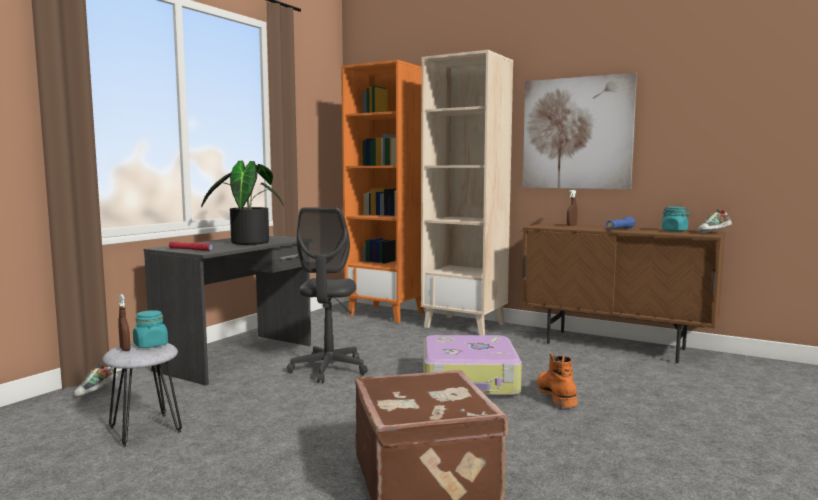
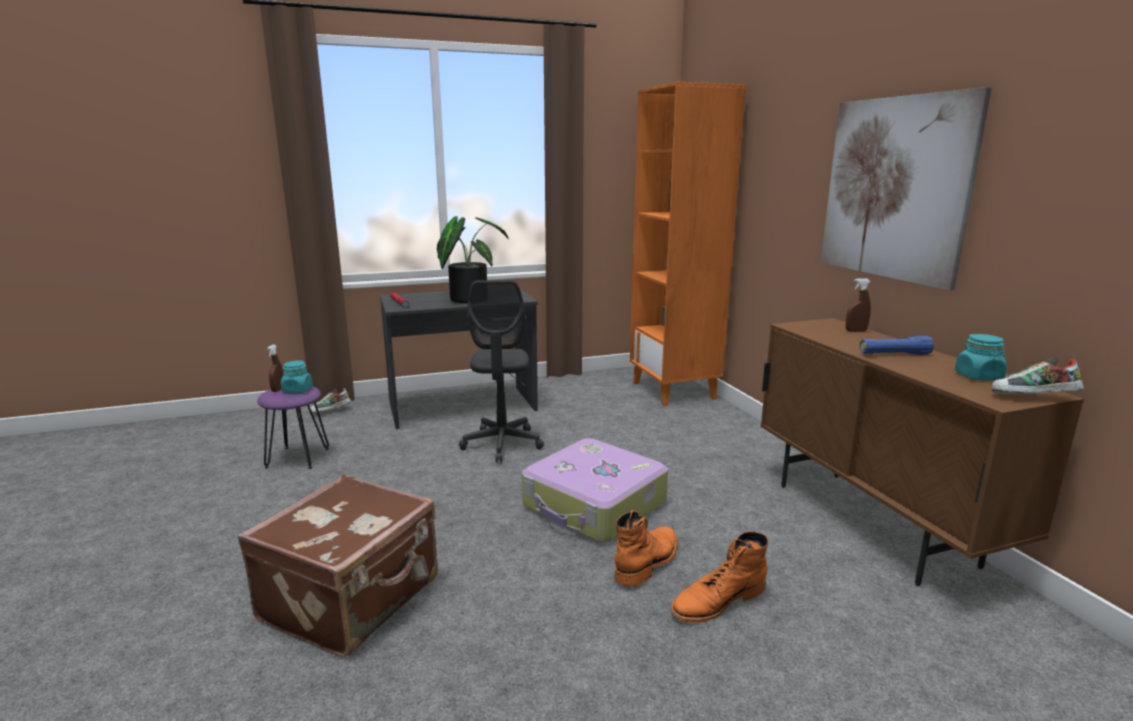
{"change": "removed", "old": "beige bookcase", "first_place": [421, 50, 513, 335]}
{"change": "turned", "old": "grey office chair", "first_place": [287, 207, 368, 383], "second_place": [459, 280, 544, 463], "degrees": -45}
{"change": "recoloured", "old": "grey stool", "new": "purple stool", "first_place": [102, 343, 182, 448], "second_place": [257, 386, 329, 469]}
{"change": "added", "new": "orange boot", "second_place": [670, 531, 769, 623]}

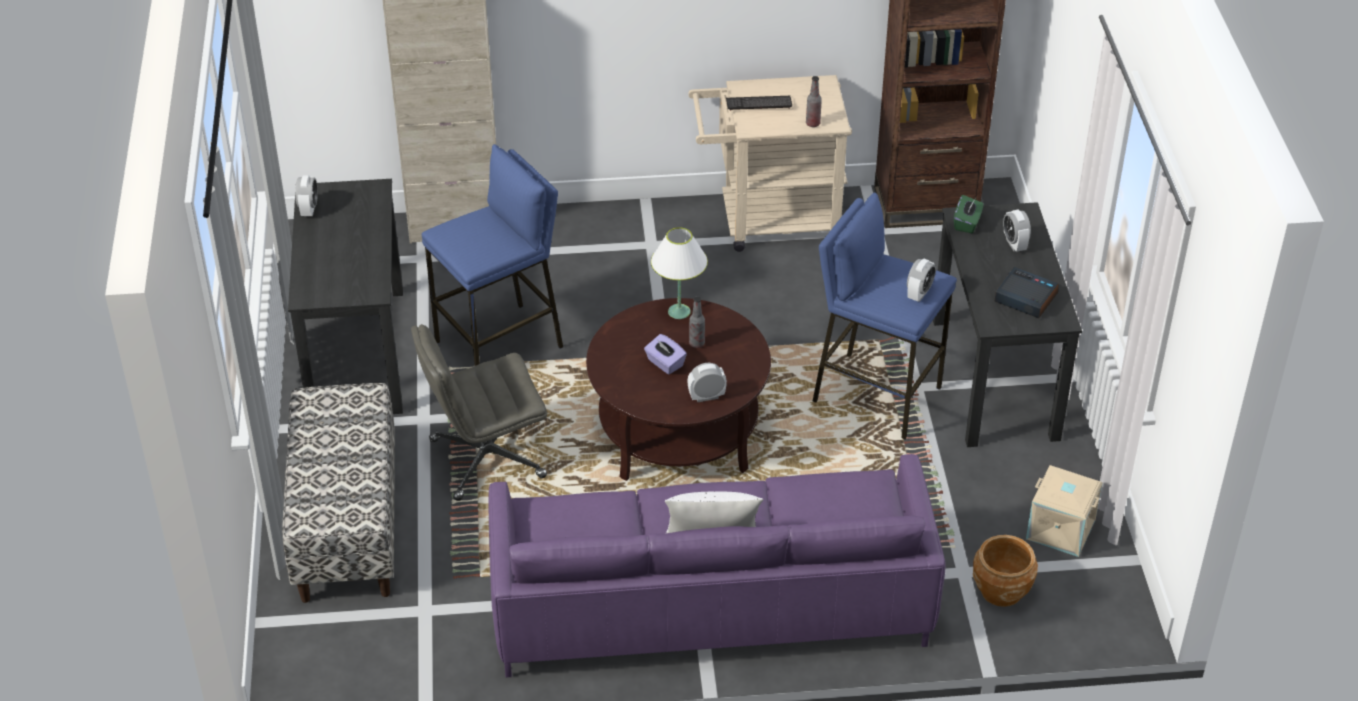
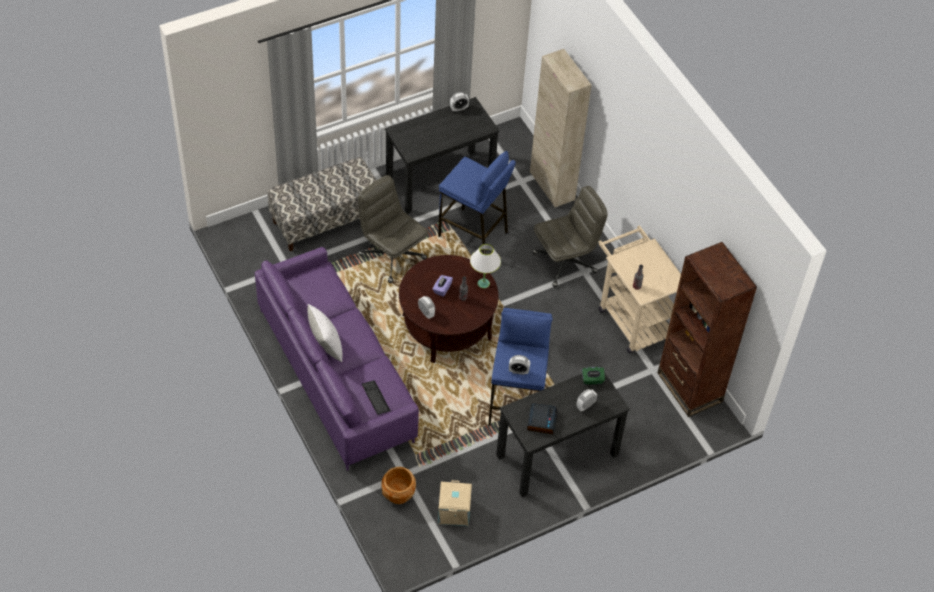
{"change": "moved", "old": "keyboard", "first_place": [726, 96, 792, 111], "second_place": [362, 380, 391, 415]}
{"change": "added", "new": "grey office chair", "second_place": [532, 186, 608, 287]}

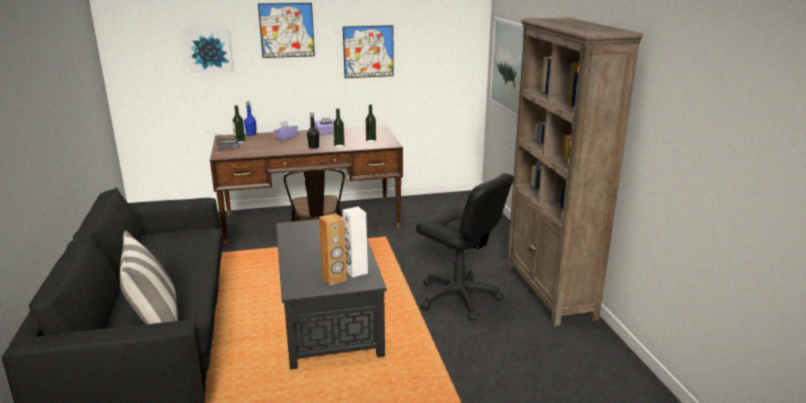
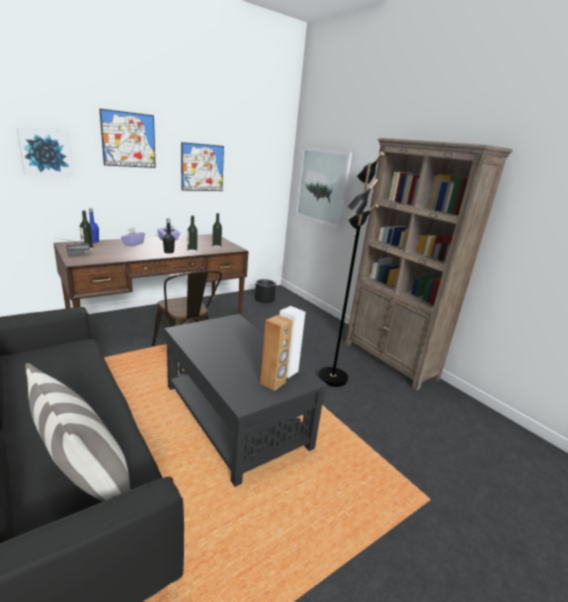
{"change": "replaced", "old": "black office chair", "new": "black floor lamp", "first_place": [416, 173, 514, 321], "second_place": [318, 152, 385, 387]}
{"change": "added", "new": "black planter", "second_place": [254, 279, 276, 303]}

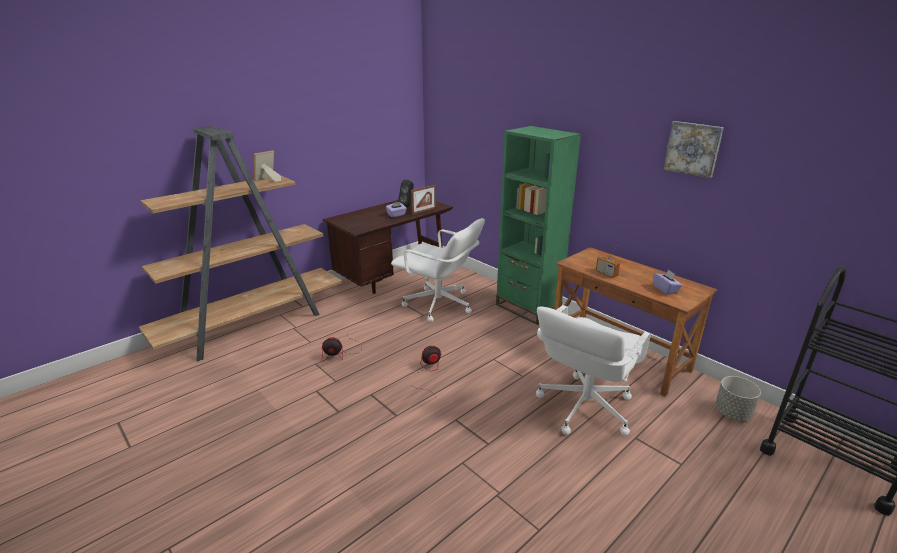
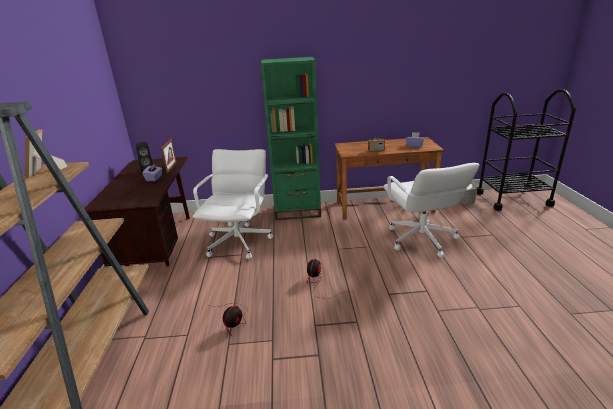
{"change": "removed", "old": "picture", "first_place": [663, 121, 724, 178]}
{"change": "turned", "old": "white office chair", "first_place": [391, 218, 485, 322], "second_place": [193, 149, 273, 259], "degrees": -60}

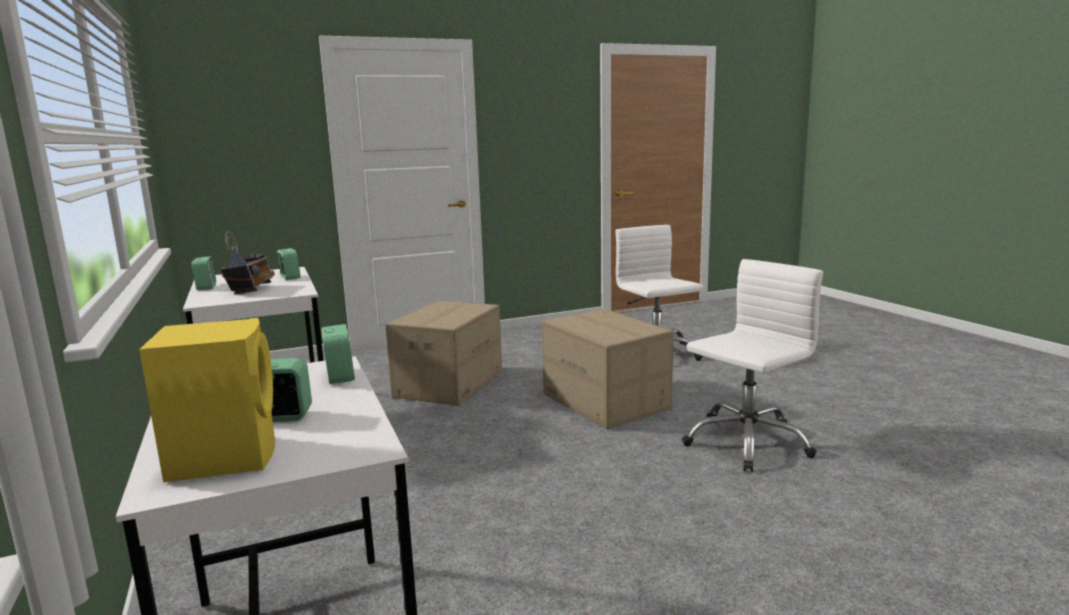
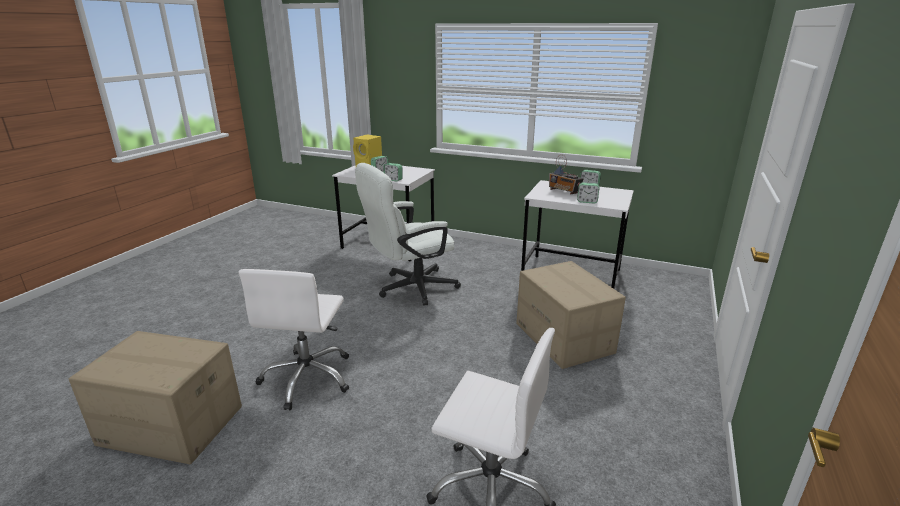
{"change": "moved", "old": "cardboard box", "first_place": [542, 308, 674, 429], "second_place": [69, 331, 242, 464]}
{"change": "added", "new": "white office chair", "second_place": [355, 163, 461, 306]}

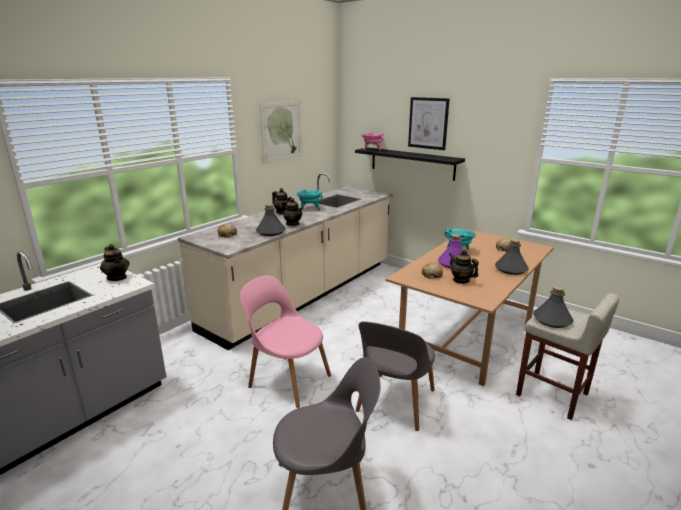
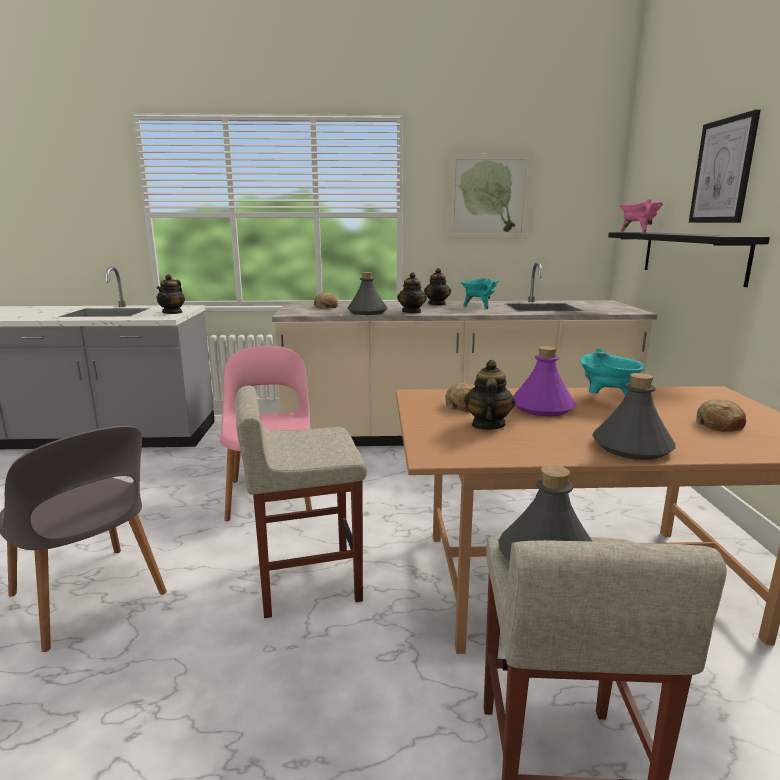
{"change": "replaced", "old": "grey chair", "new": "beige stool", "first_place": [355, 322, 435, 431], "second_place": [236, 386, 367, 618]}

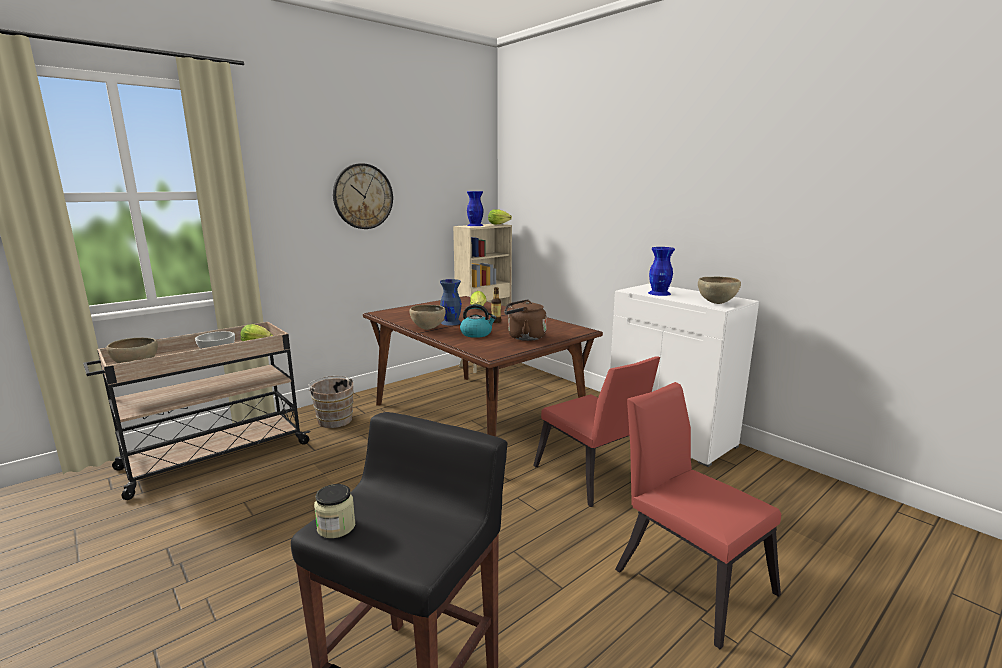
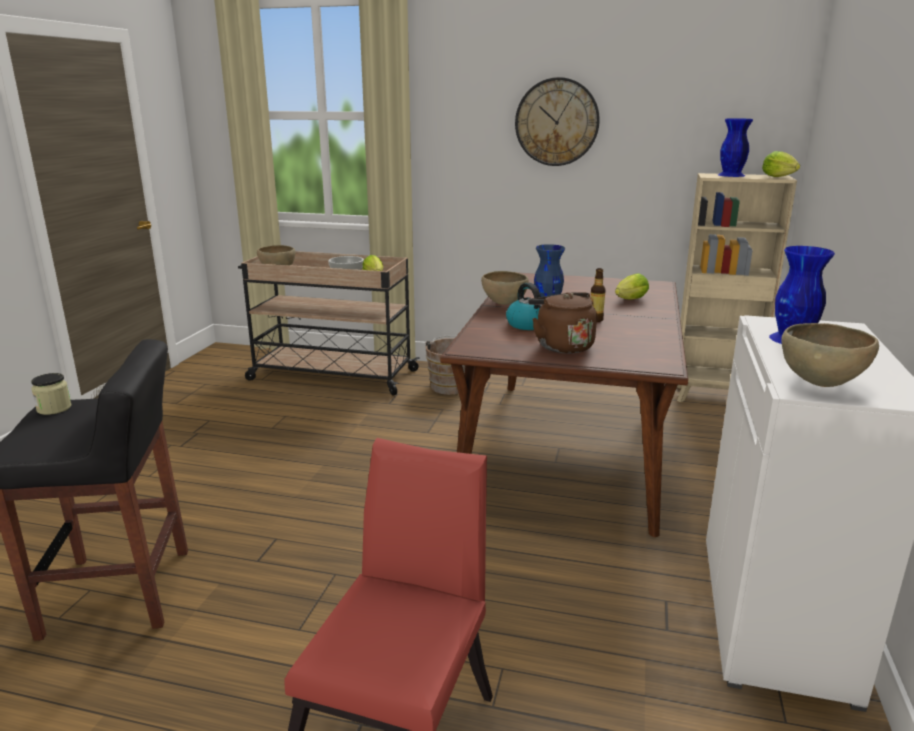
{"change": "removed", "old": "red chair", "first_place": [533, 356, 660, 507]}

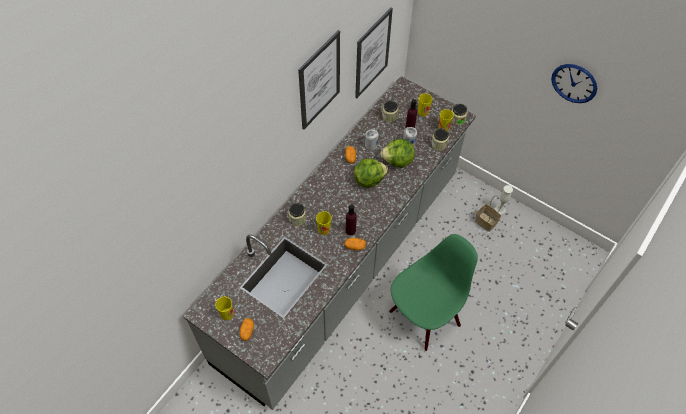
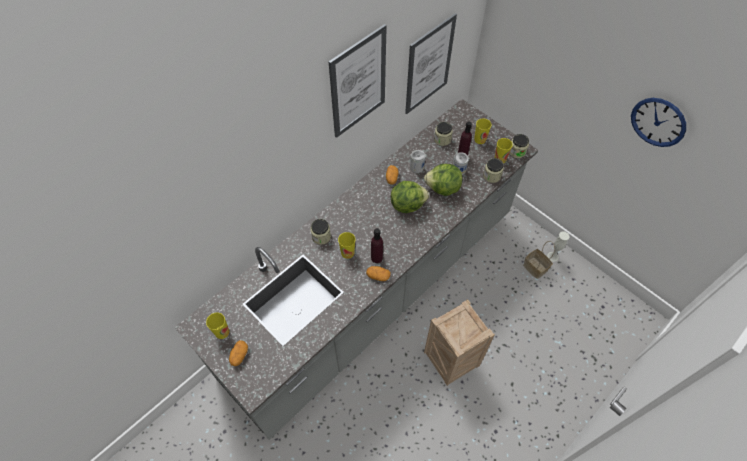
{"change": "replaced", "old": "green chair", "new": "crate", "first_place": [389, 234, 478, 351], "second_place": [424, 299, 495, 386]}

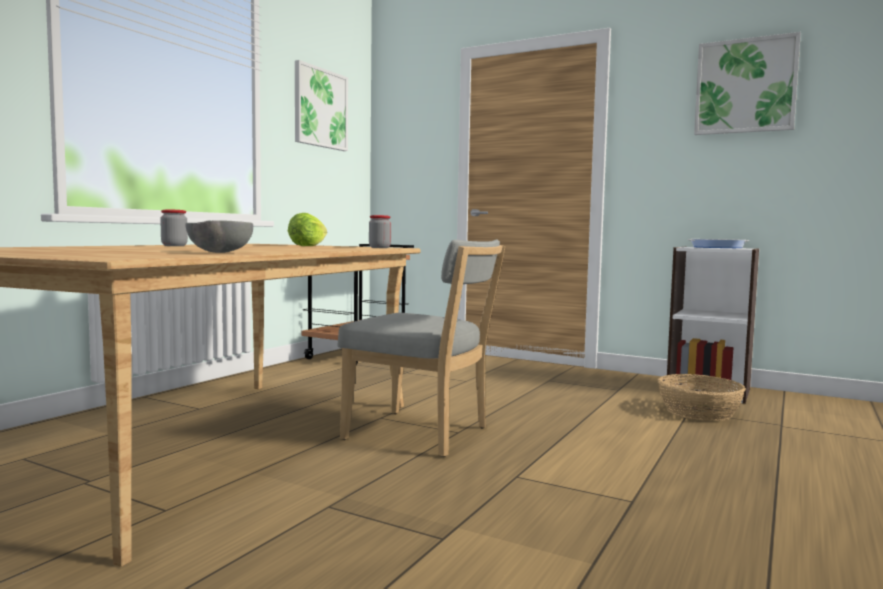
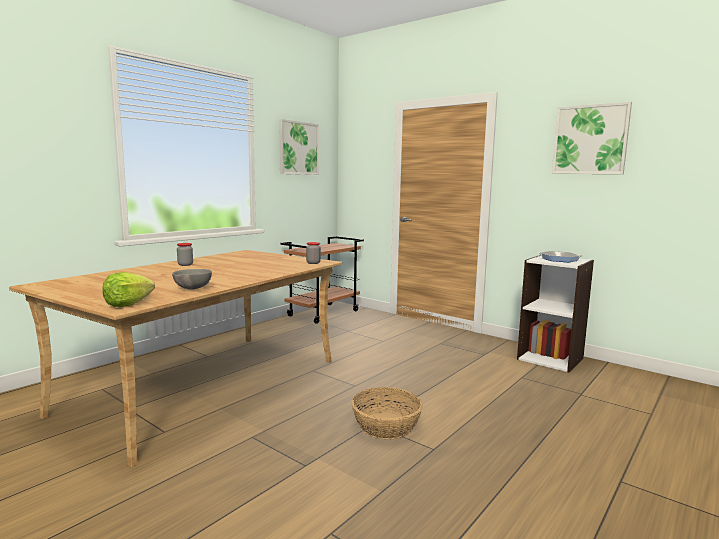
{"change": "moved", "old": "lettuce", "first_place": [288, 213, 327, 246], "second_place": [102, 272, 155, 307]}
{"change": "removed", "old": "grey chair", "first_place": [337, 239, 505, 457]}
{"change": "moved", "old": "basket", "first_place": [657, 374, 746, 421], "second_place": [351, 387, 423, 439]}

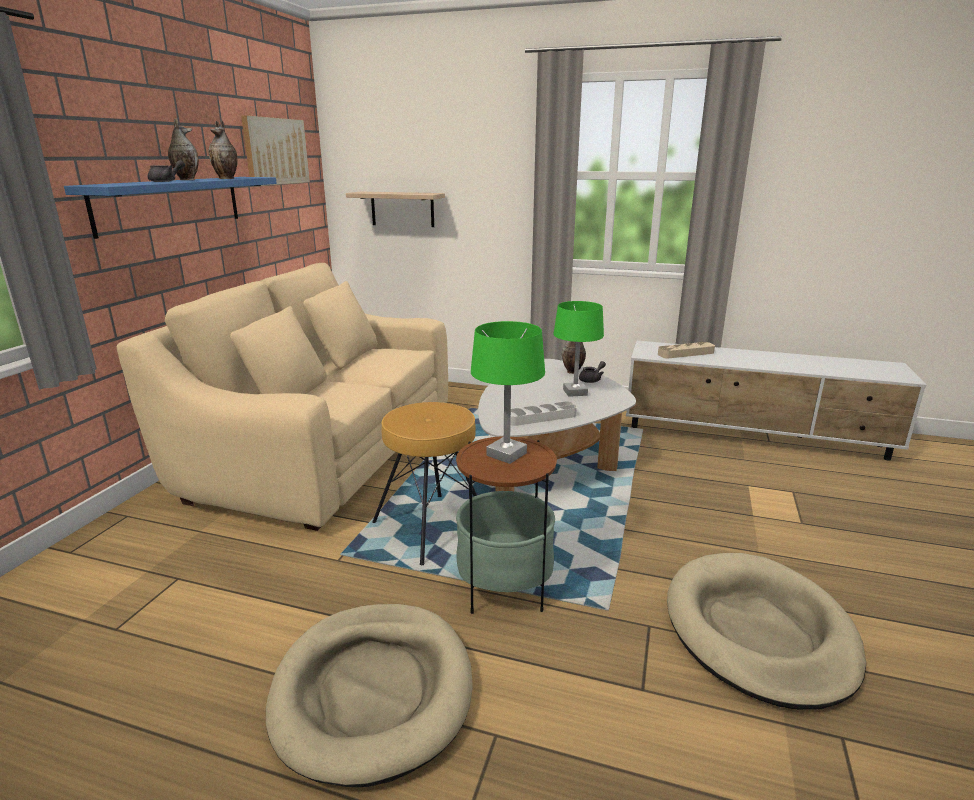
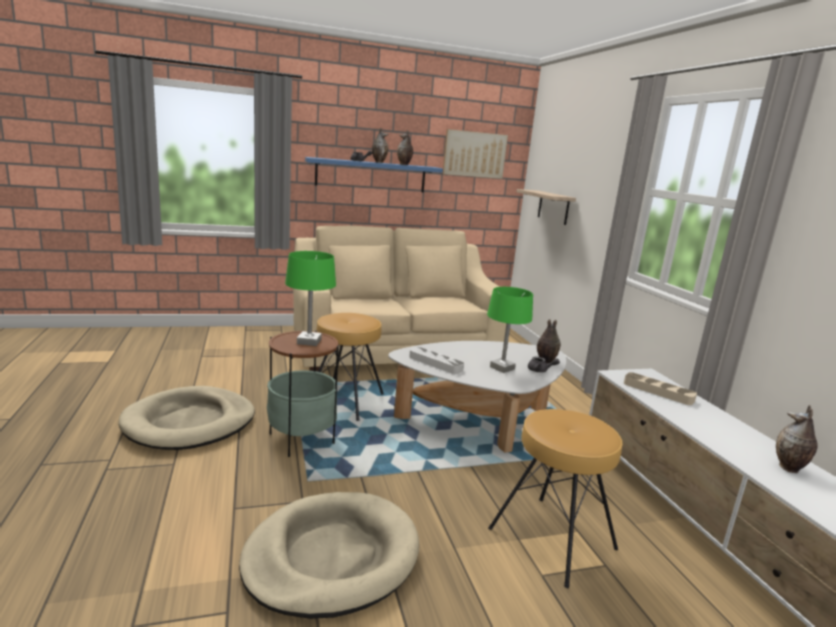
{"change": "added", "new": "vase", "second_place": [776, 405, 818, 473]}
{"change": "added", "new": "brown stool", "second_place": [488, 409, 623, 588]}

